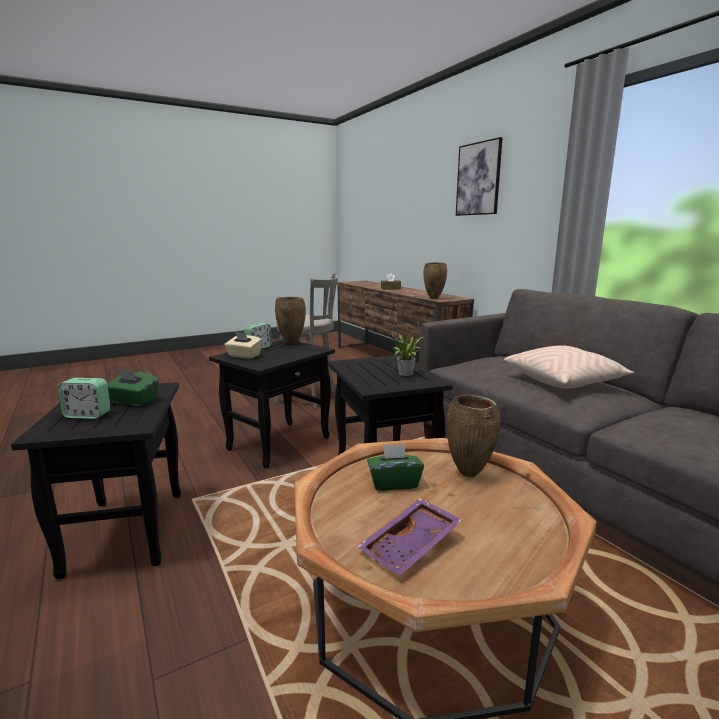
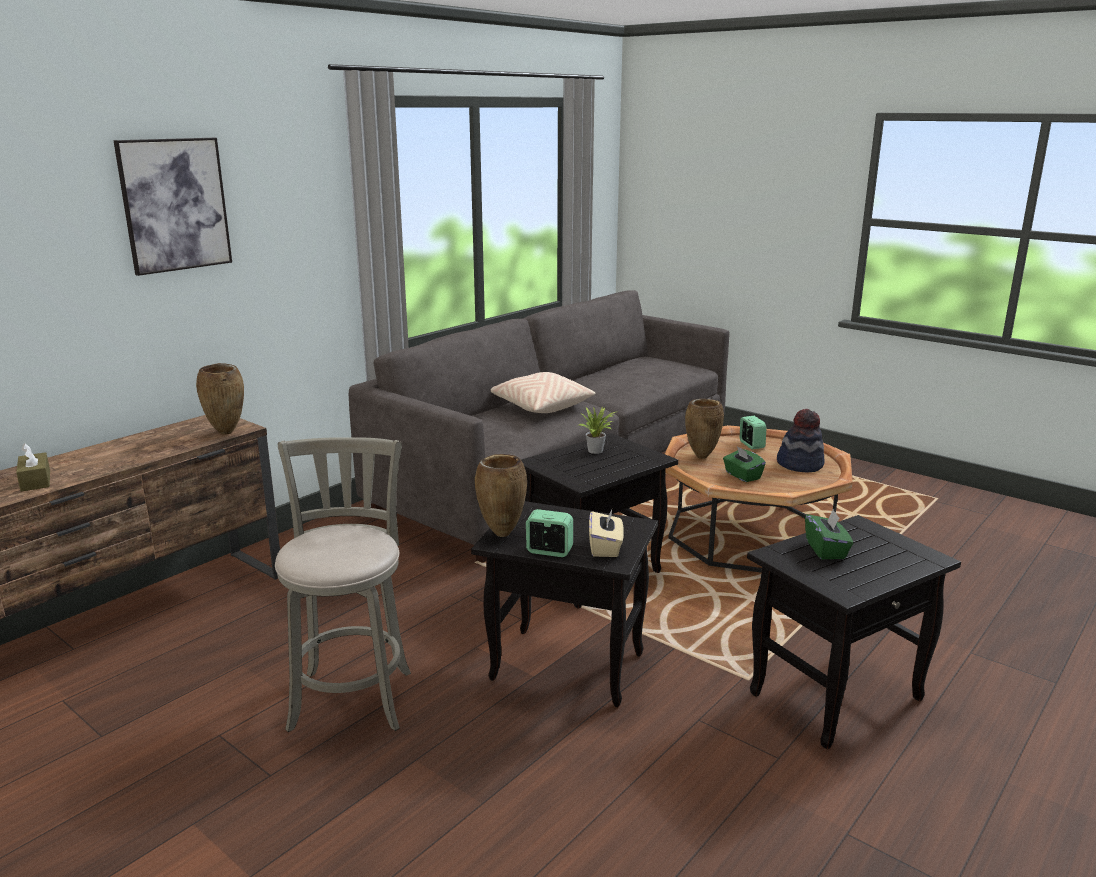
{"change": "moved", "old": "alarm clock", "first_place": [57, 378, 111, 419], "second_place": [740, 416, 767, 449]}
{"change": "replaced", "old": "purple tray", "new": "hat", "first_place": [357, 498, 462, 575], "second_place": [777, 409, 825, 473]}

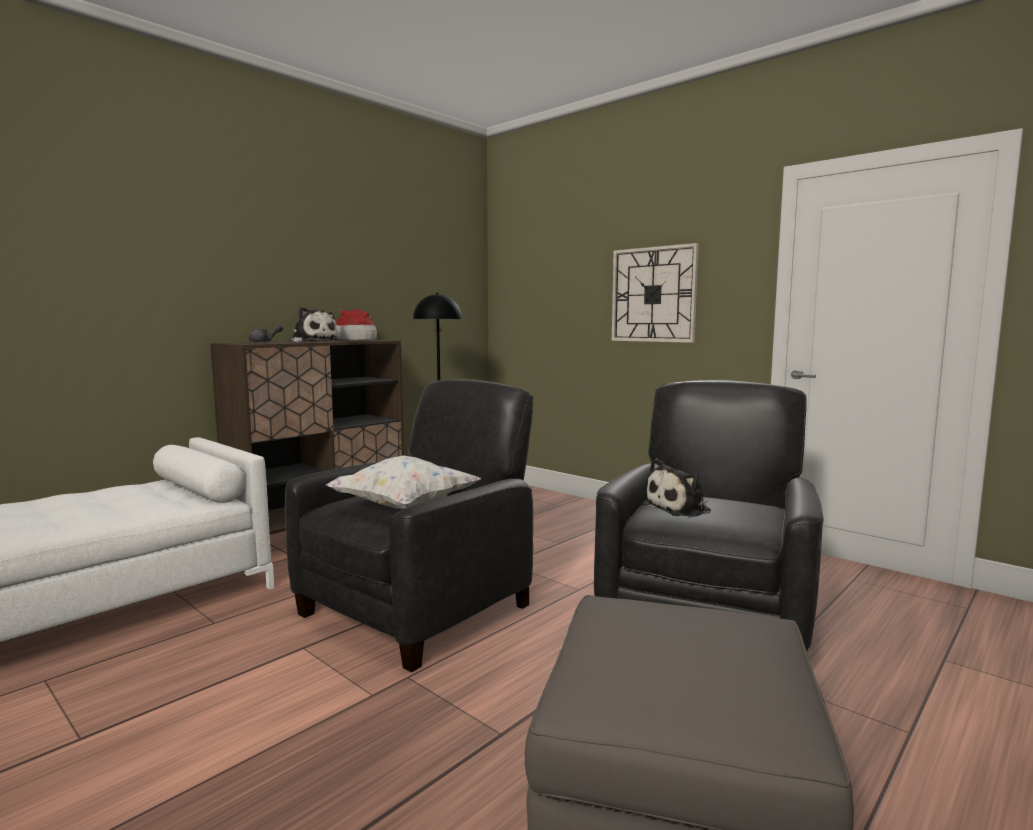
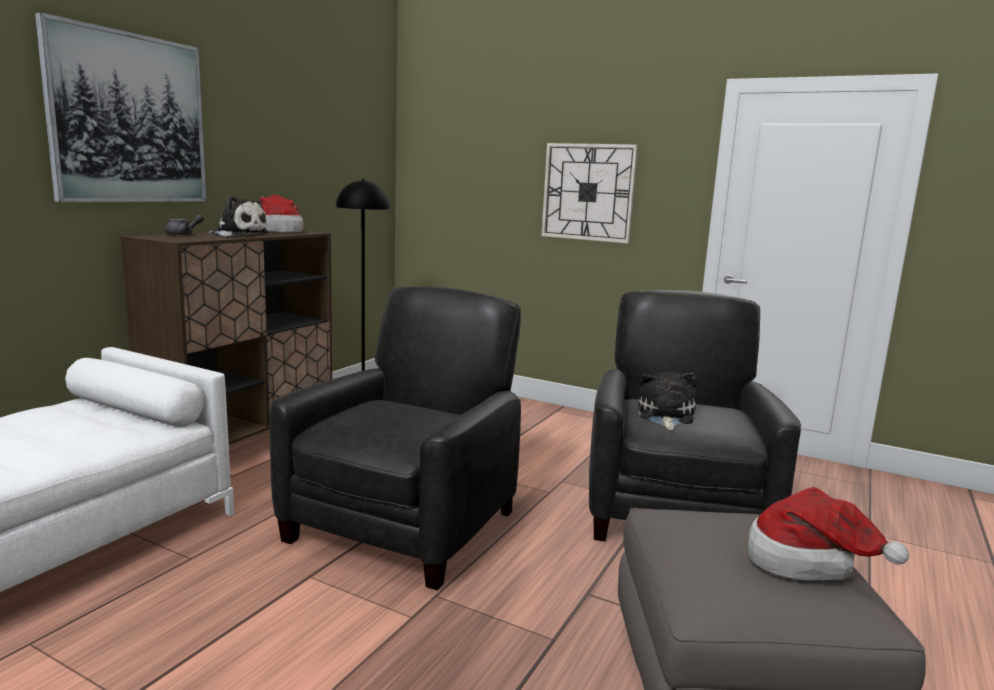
{"change": "removed", "old": "white pillow", "first_place": [326, 456, 480, 509]}
{"change": "turned", "old": "plush toy", "first_place": [642, 458, 711, 517], "second_place": [638, 372, 697, 431], "degrees": 150}
{"change": "added", "new": "picture", "second_place": [35, 12, 207, 202]}
{"change": "added", "new": "hat", "second_place": [748, 487, 909, 580]}

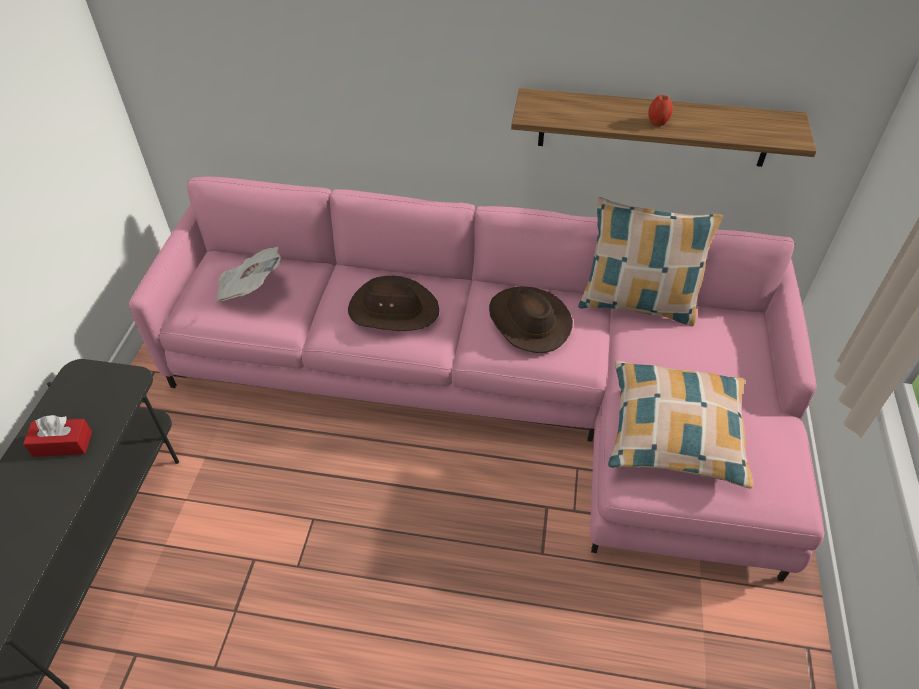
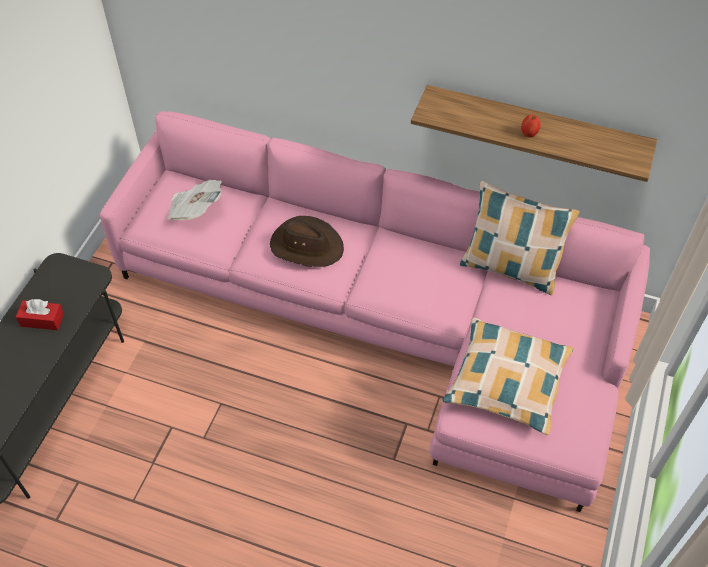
{"change": "removed", "old": "brown hat", "first_place": [489, 286, 573, 353]}

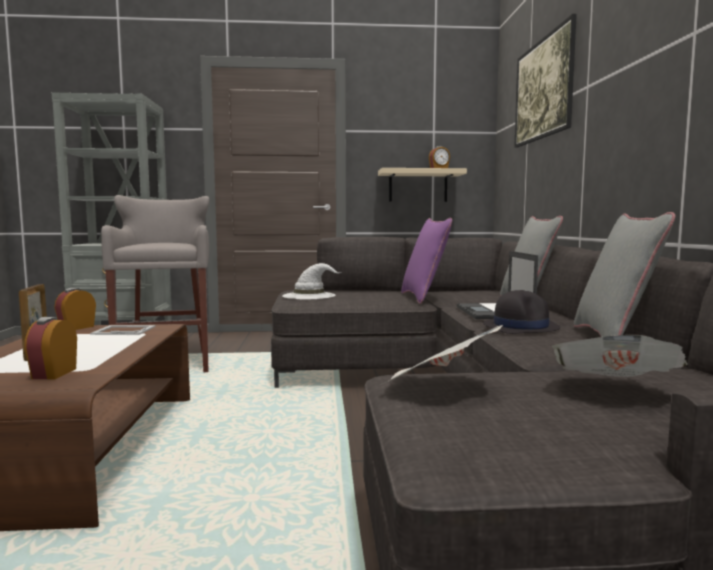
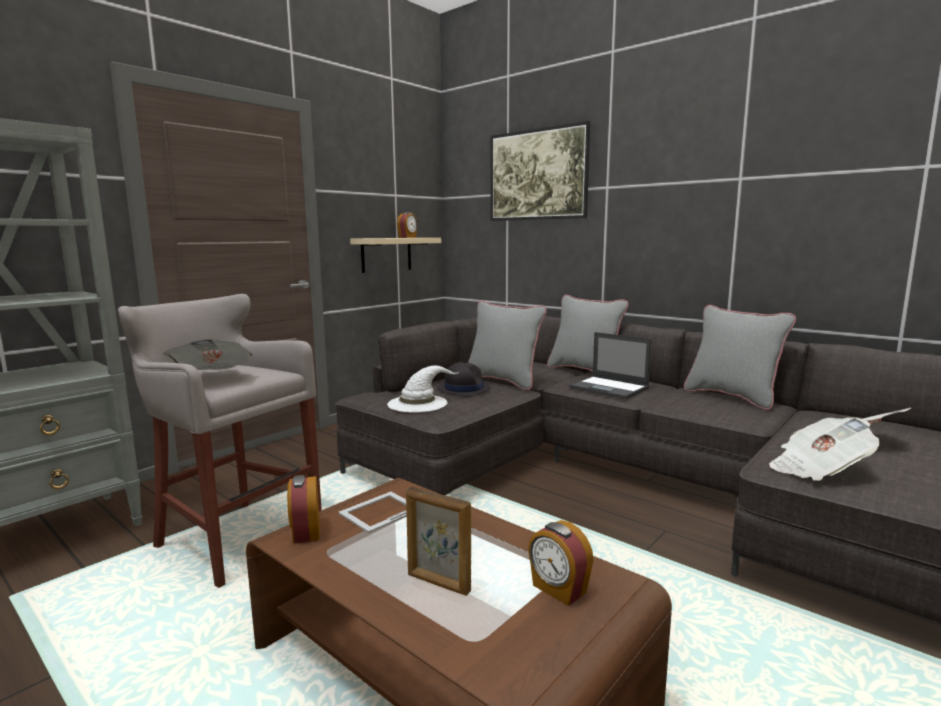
{"change": "recoloured", "old": "purple pillow", "new": "grey pillow", "first_place": [401, 218, 452, 304], "second_place": [468, 301, 547, 390]}
{"change": "moved", "old": "black hat", "first_place": [483, 290, 560, 334], "second_place": [437, 362, 491, 397]}
{"change": "added", "new": "newspaper", "second_place": [163, 339, 252, 370]}

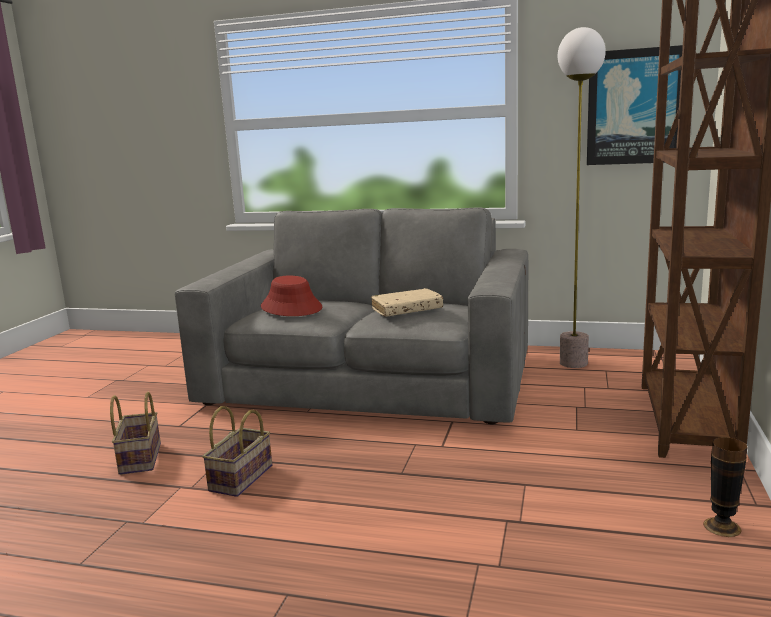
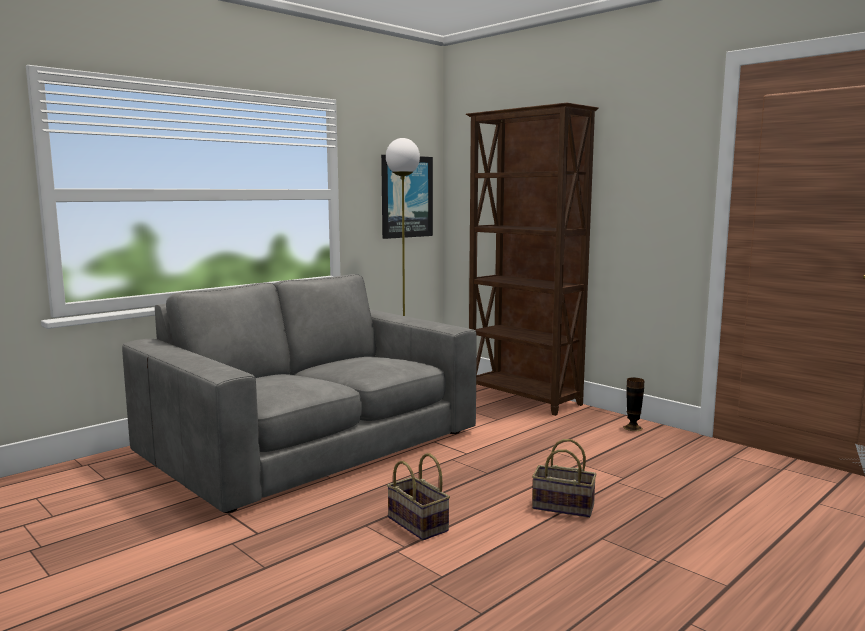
{"change": "removed", "old": "red hat", "first_place": [261, 276, 322, 316]}
{"change": "removed", "old": "beige book", "first_place": [371, 288, 443, 317]}
{"change": "moved", "old": "basket", "first_place": [110, 392, 161, 475], "second_place": [532, 439, 597, 518]}

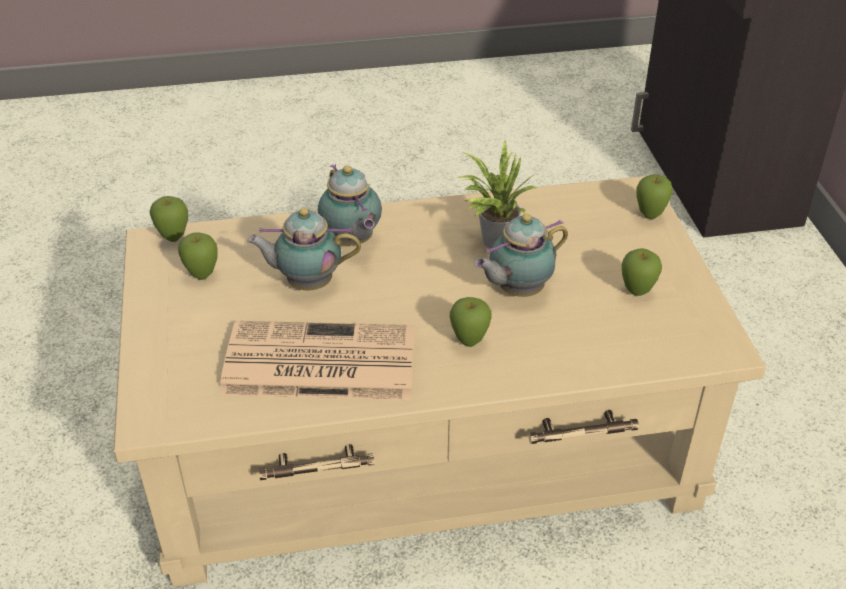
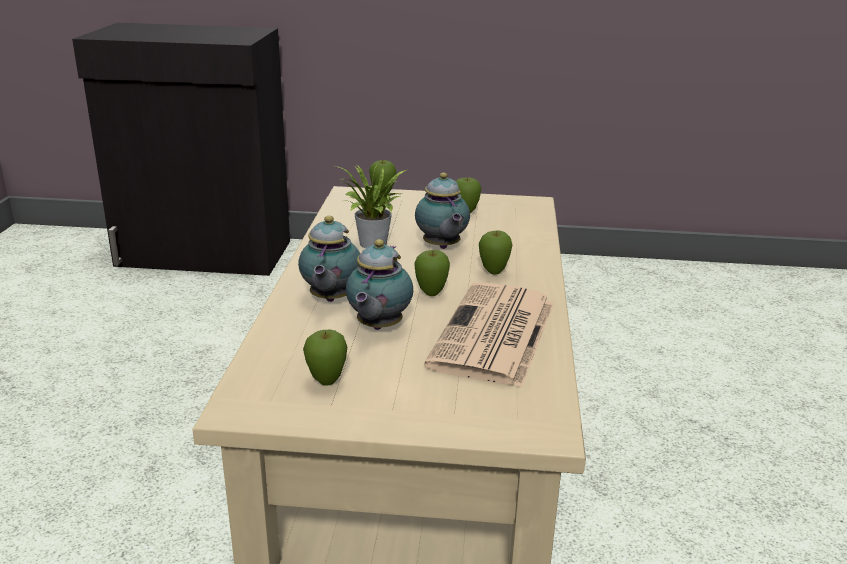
{"change": "turned", "old": "teapot", "first_place": [318, 164, 382, 245], "second_place": [298, 216, 360, 302], "degrees": 105}
{"change": "moved", "old": "apple", "first_place": [149, 196, 188, 242], "second_place": [414, 250, 450, 296]}

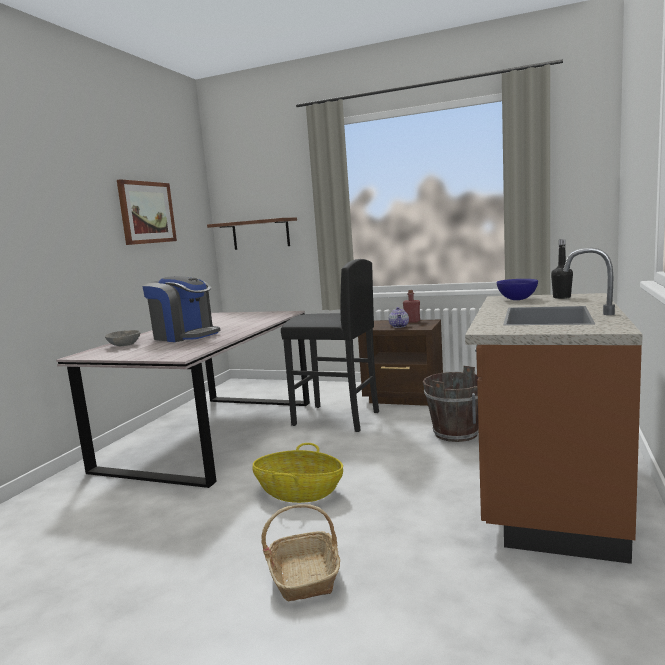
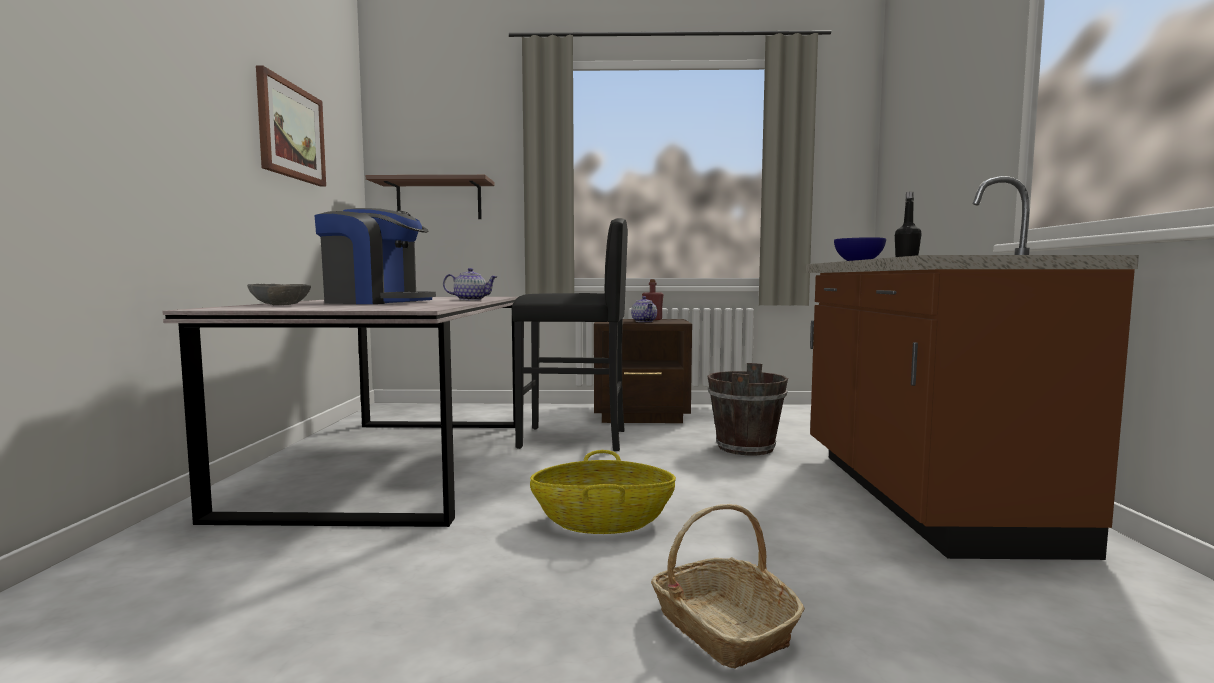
{"change": "added", "new": "teapot", "second_place": [443, 268, 497, 300]}

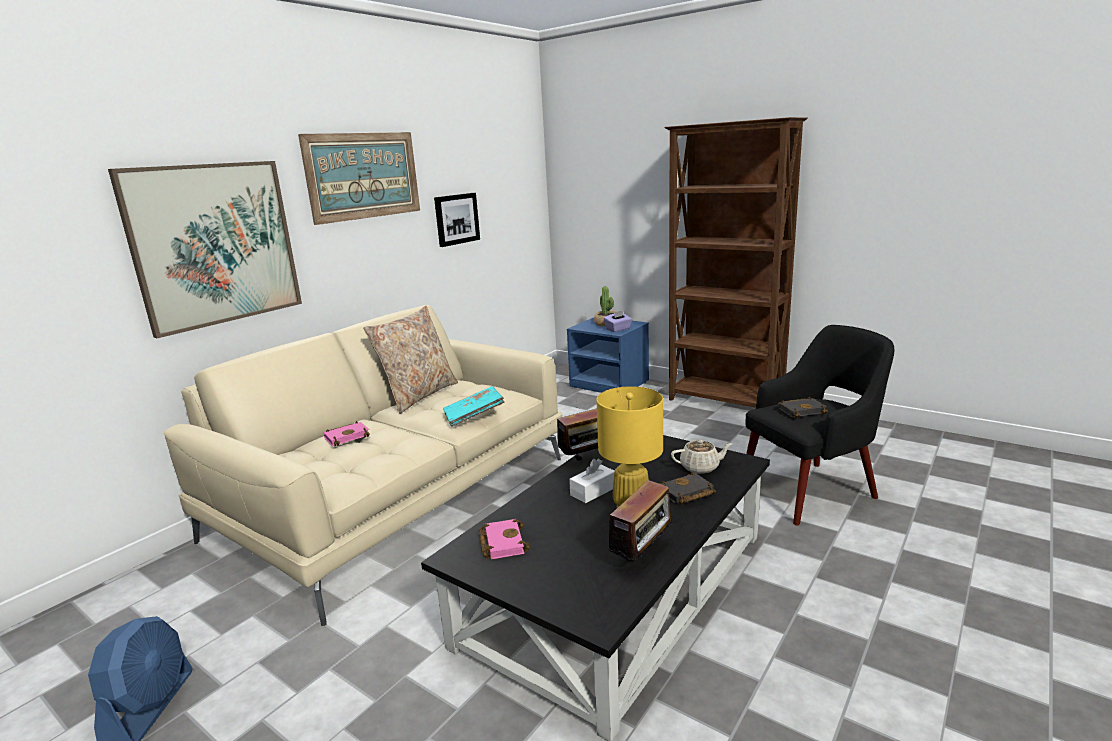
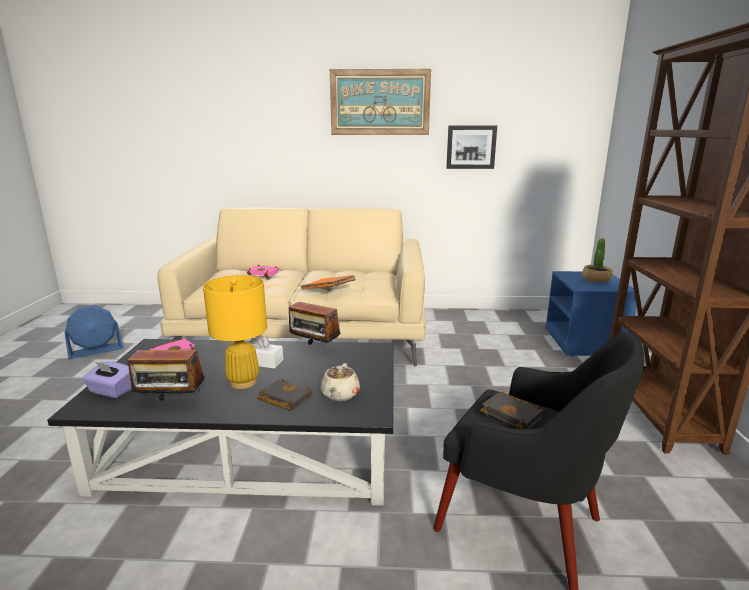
{"change": "removed", "old": "picture", "first_place": [108, 161, 302, 338]}
{"change": "removed", "old": "beige pillow", "first_place": [363, 306, 458, 414]}
{"change": "moved", "old": "purple tissue box", "first_place": [604, 310, 632, 332], "second_place": [82, 361, 132, 398]}
{"change": "recoloured", "old": "turquoise book", "new": "orange book", "first_place": [443, 386, 505, 427], "second_place": [301, 275, 355, 290]}
{"change": "turned", "old": "beige teapot", "first_place": [671, 439, 733, 474], "second_place": [321, 363, 360, 401], "degrees": 45}

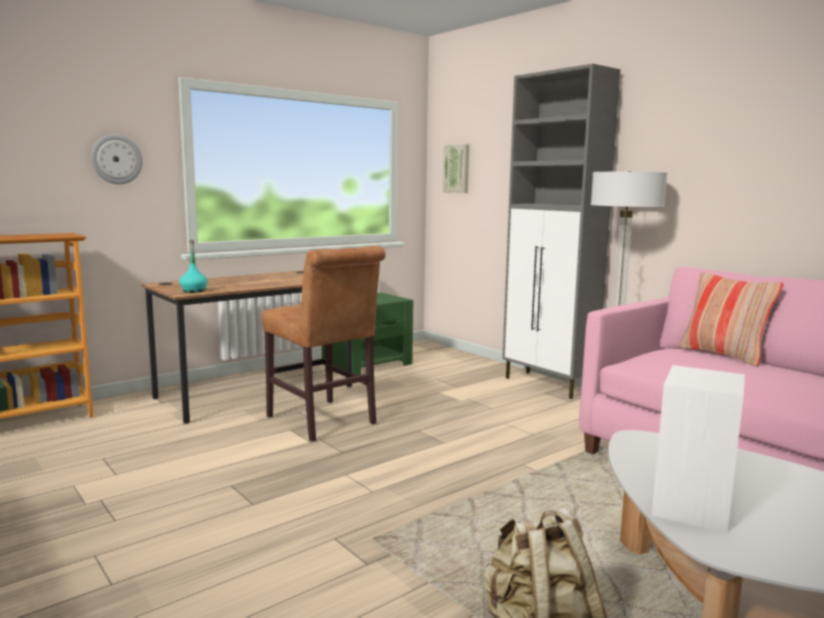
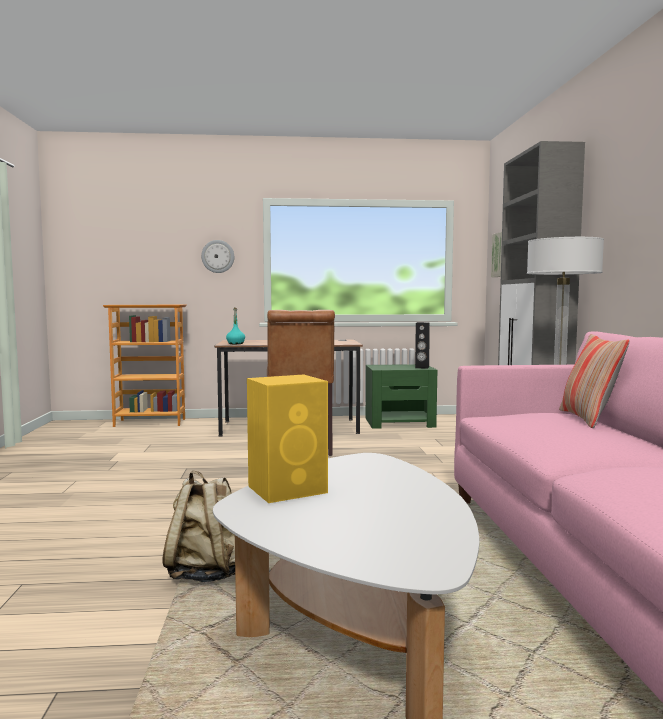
{"change": "recoloured", "old": "white speaker", "new": "yellow speaker", "first_place": [652, 365, 745, 533], "second_place": [247, 374, 328, 503]}
{"change": "added", "new": "black speaker", "second_place": [415, 322, 430, 369]}

